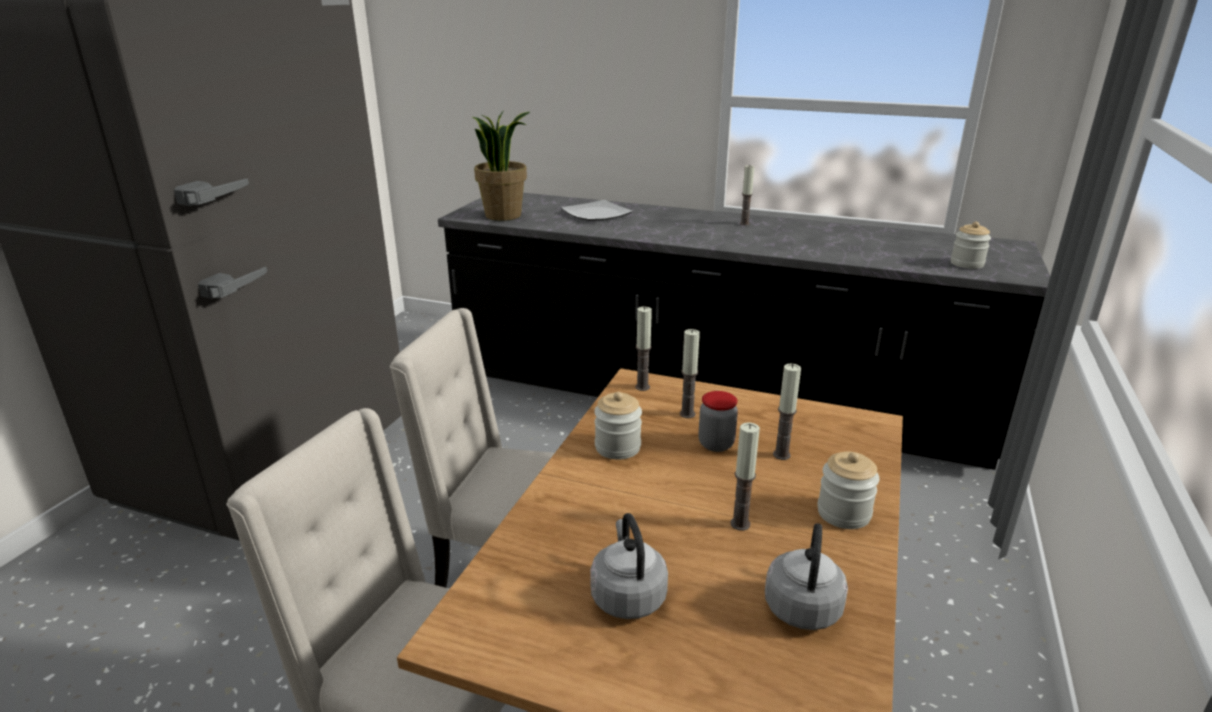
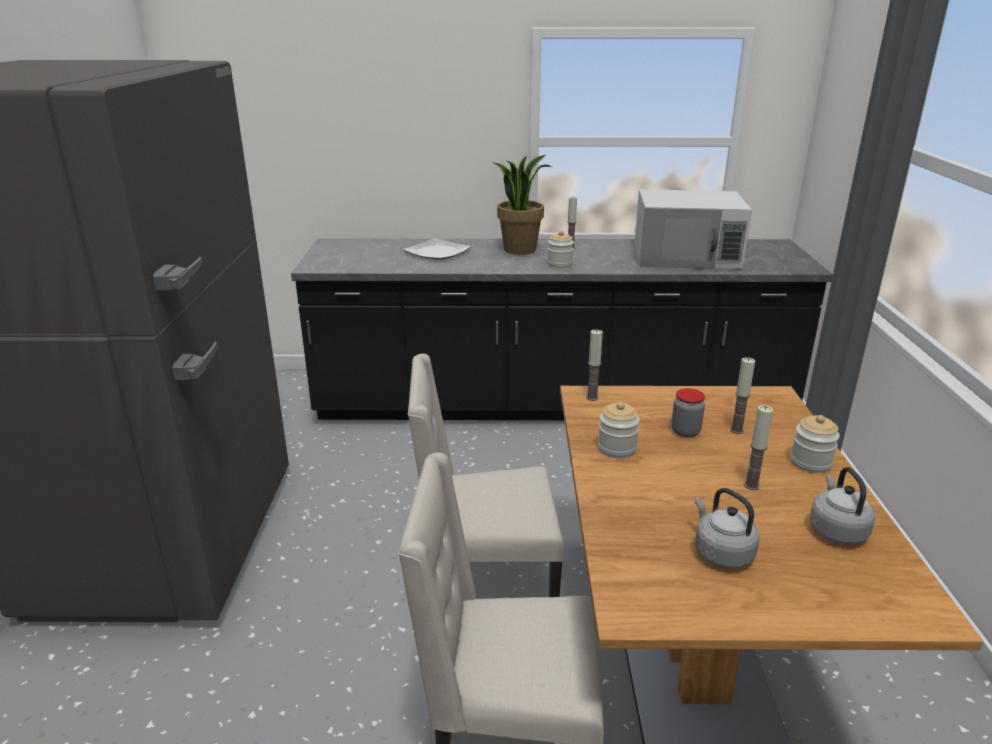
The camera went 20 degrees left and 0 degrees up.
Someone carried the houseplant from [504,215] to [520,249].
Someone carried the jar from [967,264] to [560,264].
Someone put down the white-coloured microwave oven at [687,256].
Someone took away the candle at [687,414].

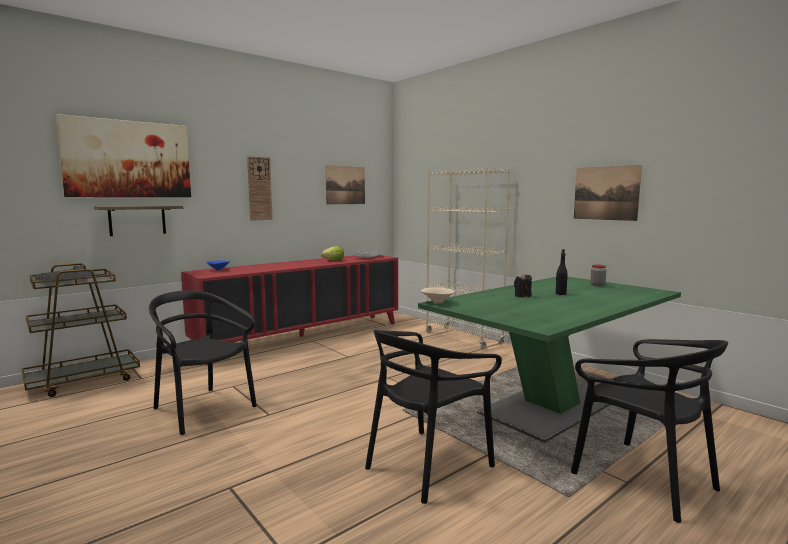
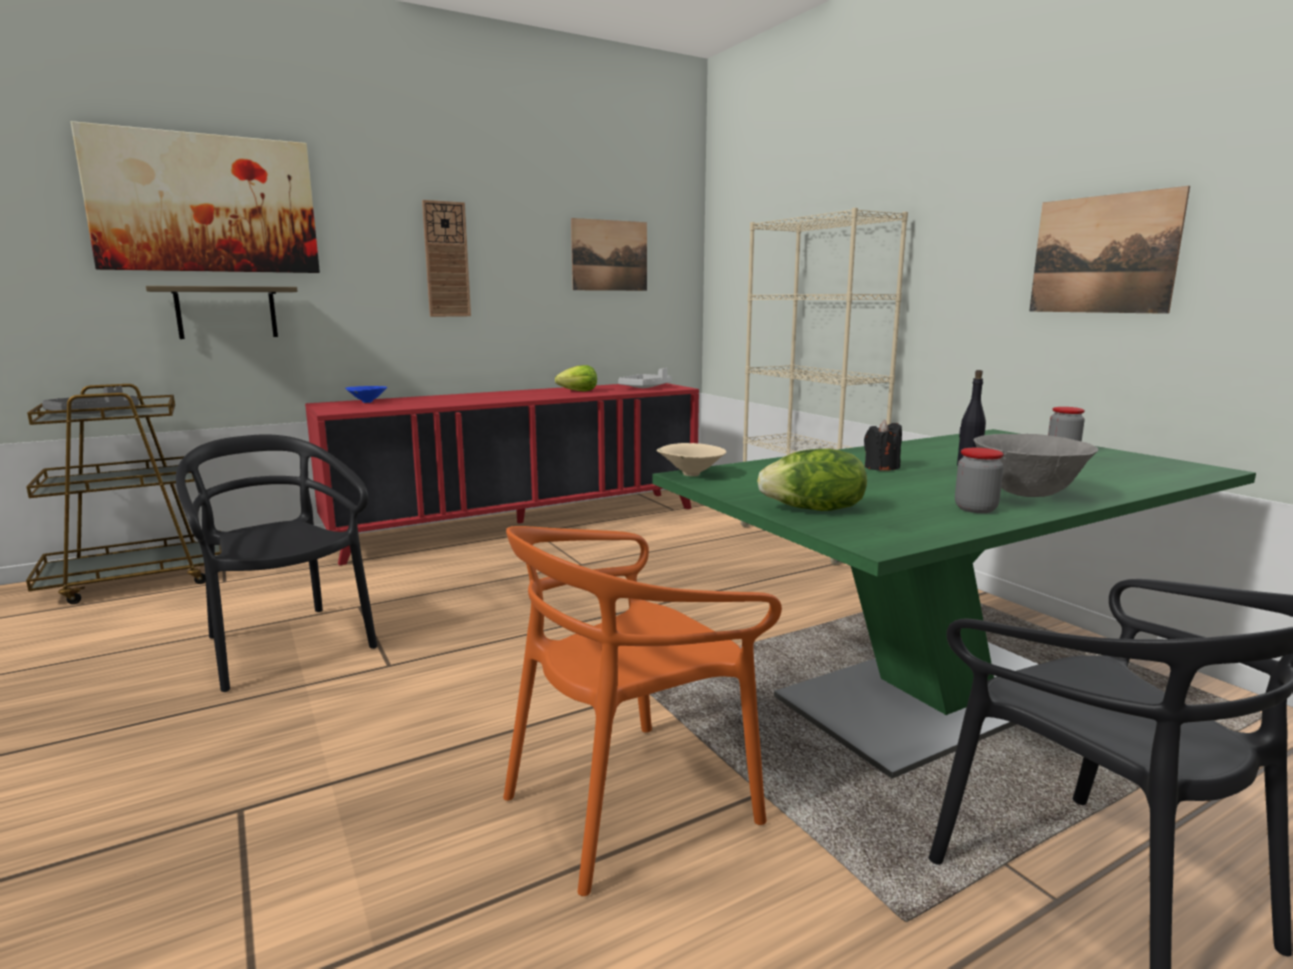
The camera went 10 degrees right and 5 degrees up.
Someone repainted the black upright chair at [428,464], which became the orange upright chair at [630,803].
Someone put down the lettuce at [814,510].
Someone put down the jar at [975,509].
Someone put down the grey deep dish at [1027,494].

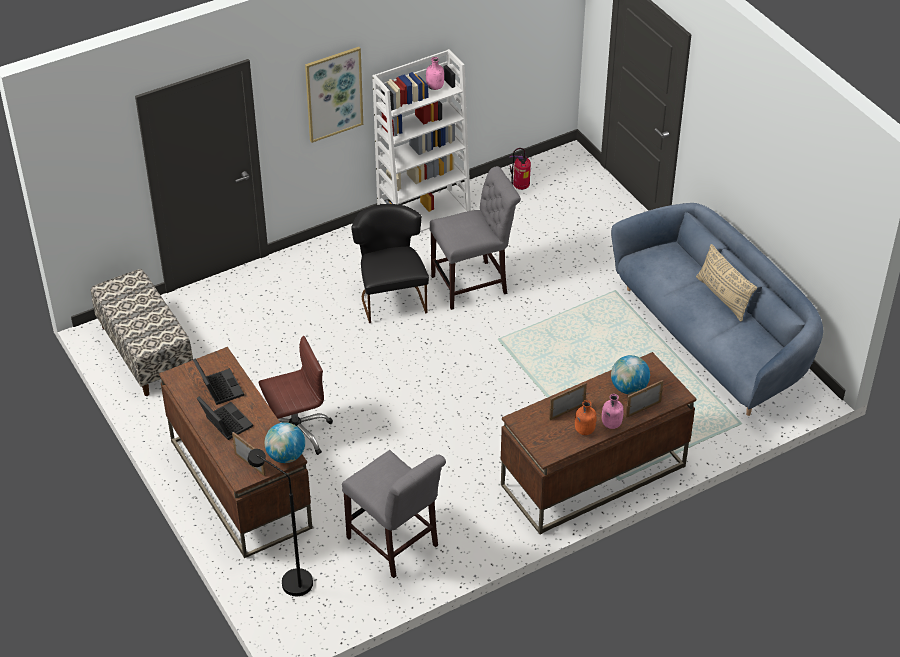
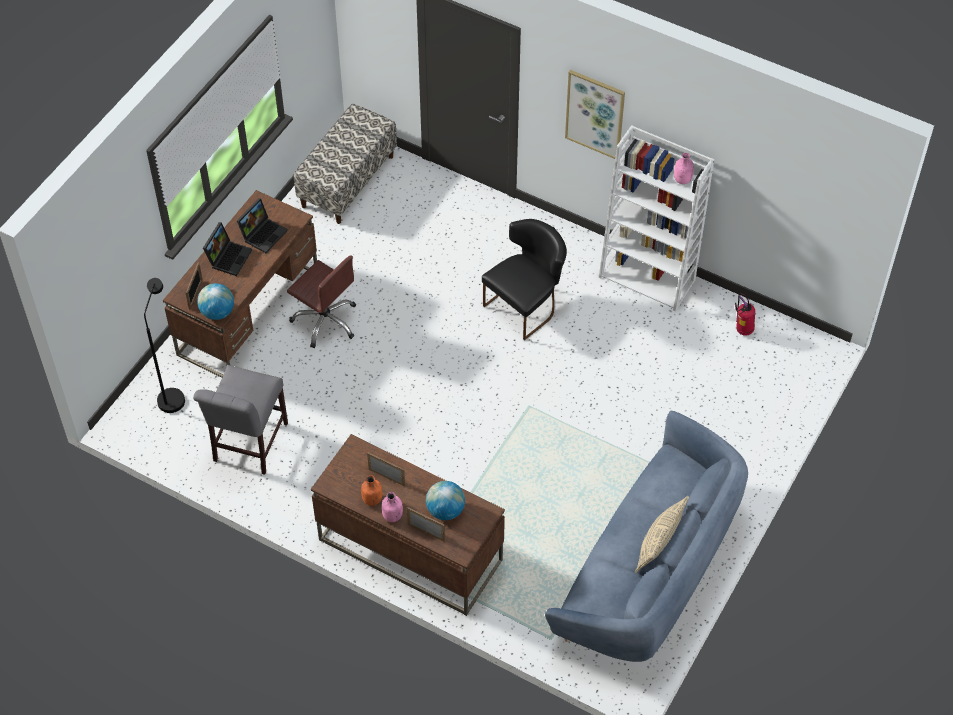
The camera went 60 degrees right and 10 degrees up.
Someone took away the grey upright chair at [473,284].

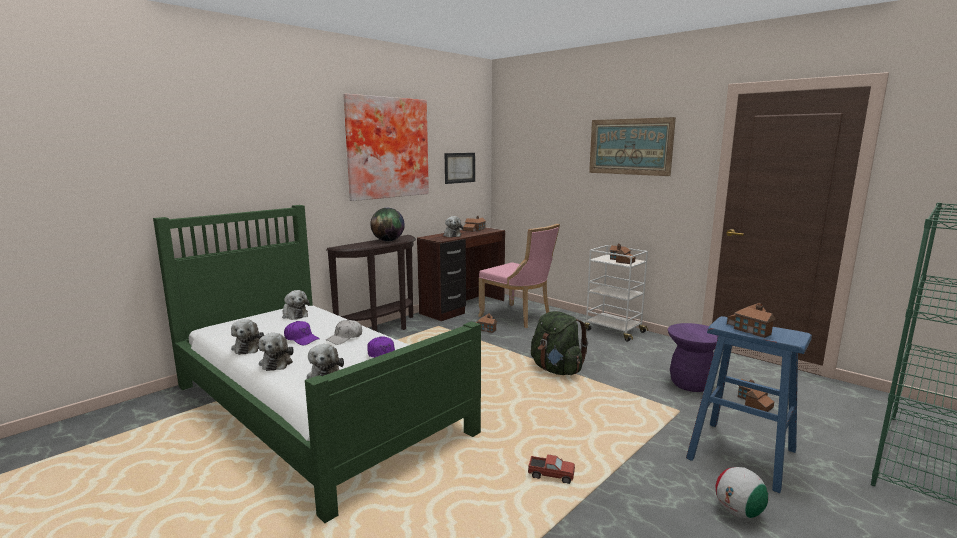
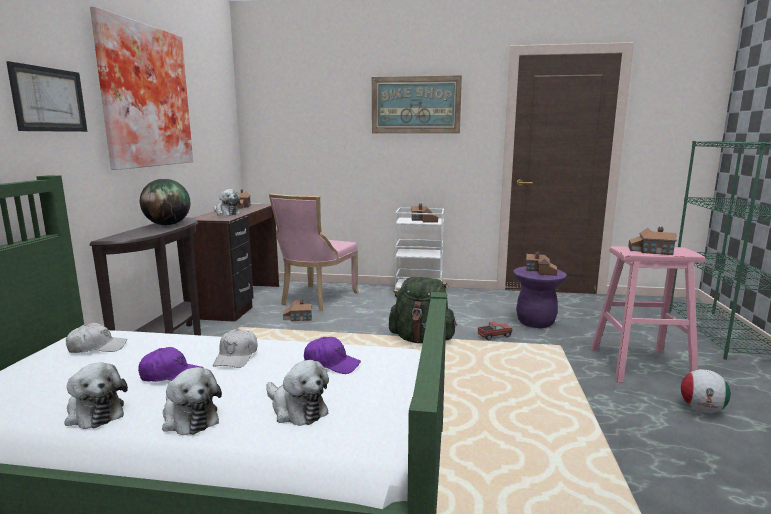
The camera went 35 degrees left and 0 degrees up.
Someone carried the wall picture from [459,167] to [49,99].
Someone swapped the soft toy at [294,315] for the white-coloured peaked cap at [97,347].
Someone rotated the pink upright chair at [518,317] by 105 degrees clockwise.
Someone carried the toy lorry from [551,476] to [494,336].
Someone carried the model house from [753,403] to [541,271].
Someone repainted the blue-coloured stool at [742,454], which became the pink stool at [640,365].

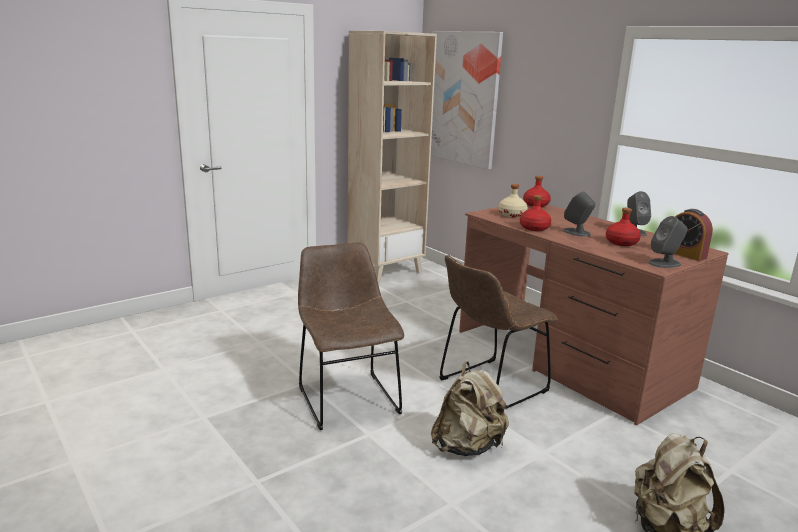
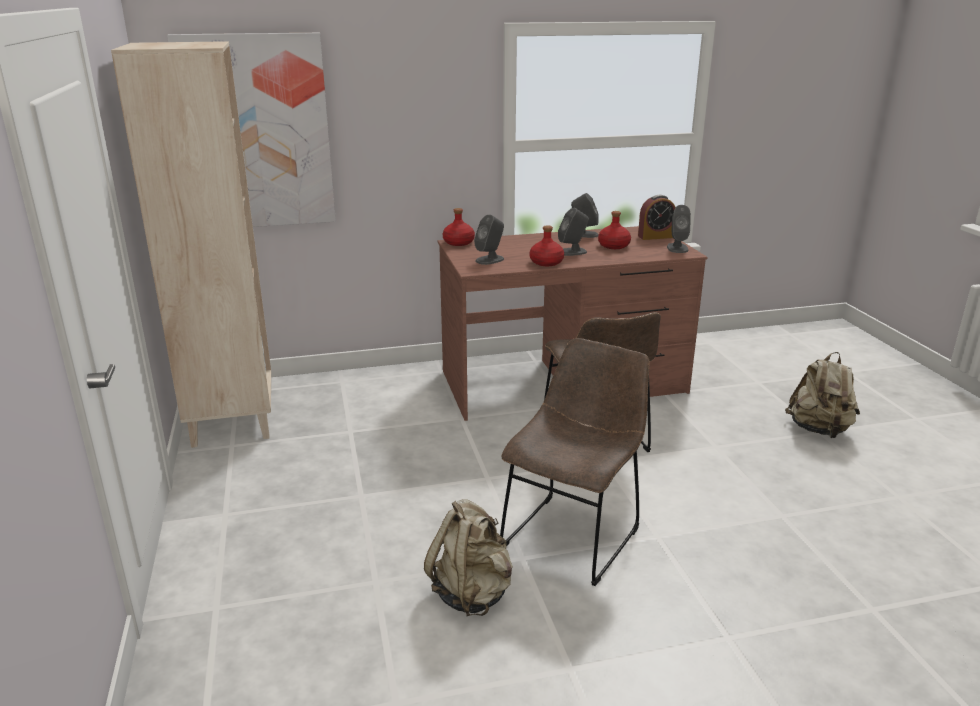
The camera went 65 degrees left and 5 degrees up.
Someone carried the beige-coloured rucksack from [468,446] to [472,593].
Someone swapped the beige-coloured bottle at [512,215] for the grey audio speaker at [490,260].
Someone rotated the brownish upright chair at [346,397] by 120 degrees clockwise.

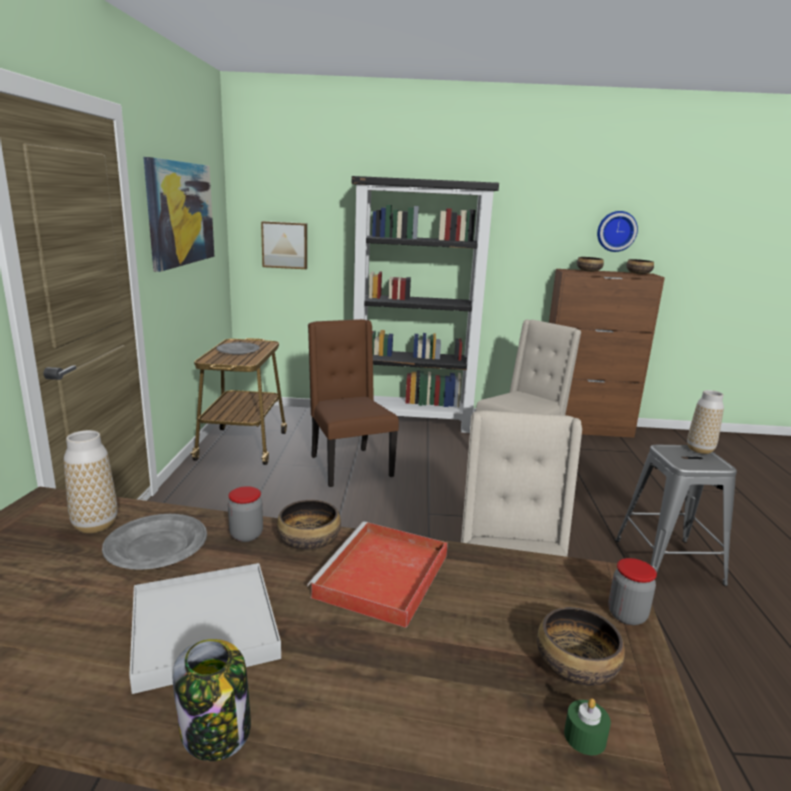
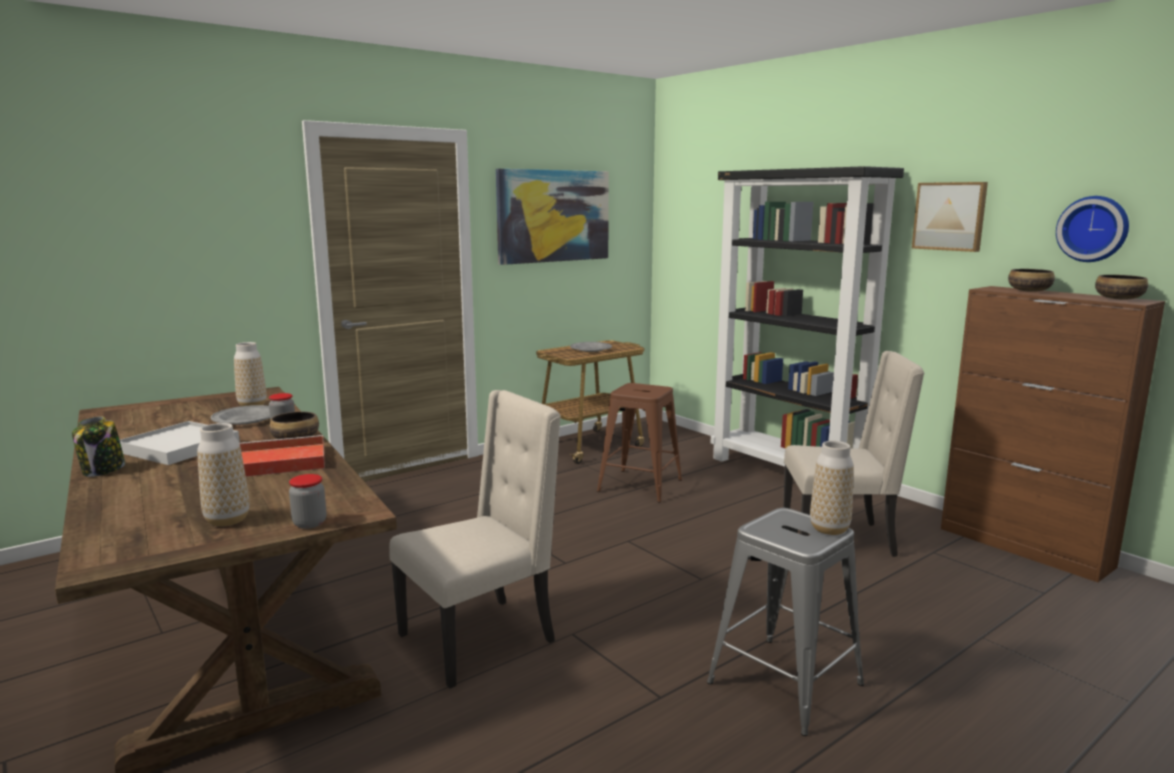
The camera went 50 degrees right and 5 degrees down.
Someone swapped the deep dish at [574,666] for the decorative vase at [227,520].
Someone swapped the brownish upright chair at [348,466] for the brownish stool at [639,486].
Someone carried the wall picture from [285,245] to [950,216].
Someone took away the greenish candle at [585,737].

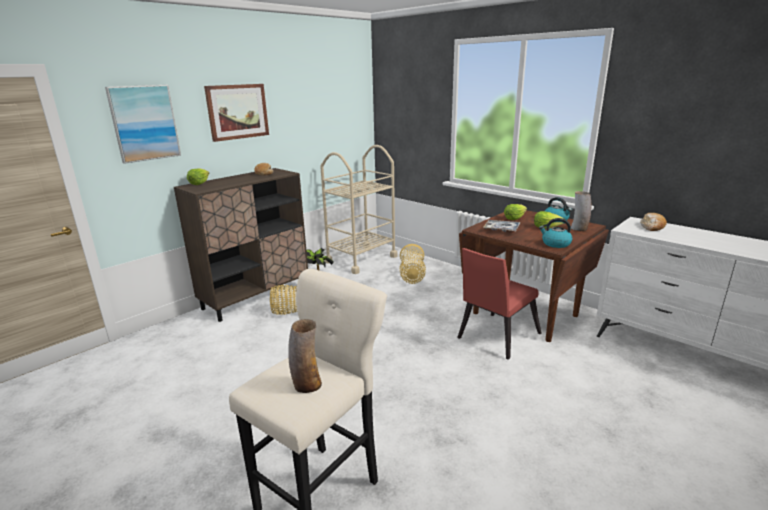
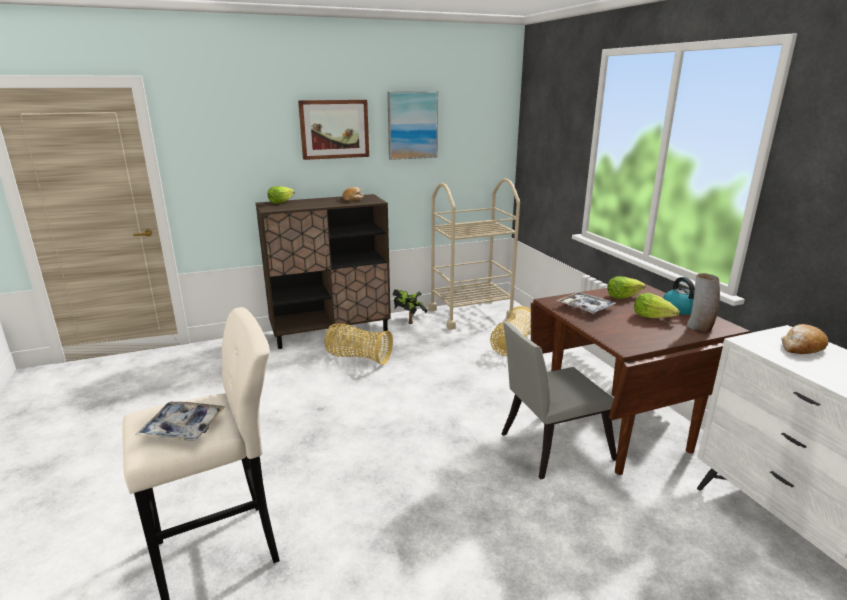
The camera went 25 degrees right and 0 degrees up.
Someone swapped the decorative vase at [307,385] for the carrying tray at [183,427].
Someone carried the wall picture from [144,123] to [412,125].
Someone repainted the red-coloured upright chair at [495,337], which became the grey upright chair at [549,447].
Someone took away the tea kettle at [555,244].

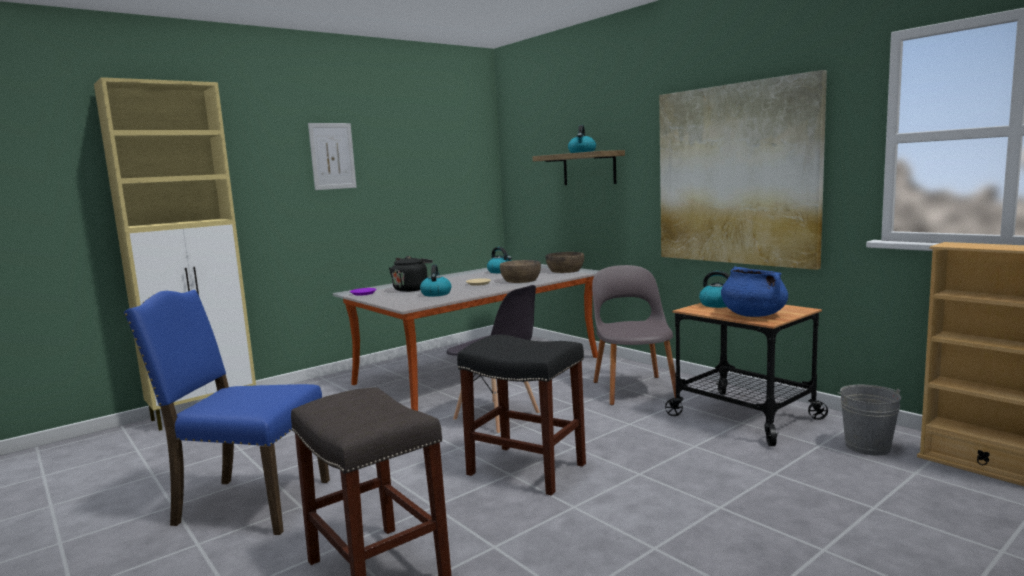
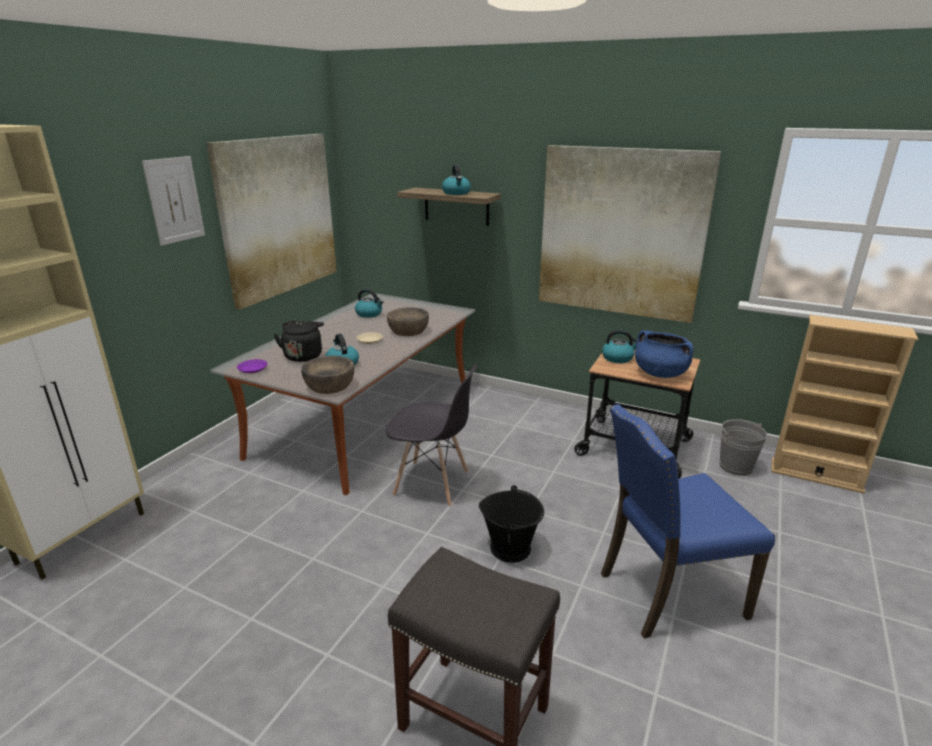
The camera went 25 degrees left and 15 degrees up.
Someone put up the wall picture at [278,216].
Someone carried the brownish deep dish from [565,270] to [329,385].
Someone swapped the black stool at [528,469] for the black bucket at [511,548].
Someone carried the blue-coloured upright chair from [248,503] to [667,593].
Someone took away the grey upright chair at [634,389].

